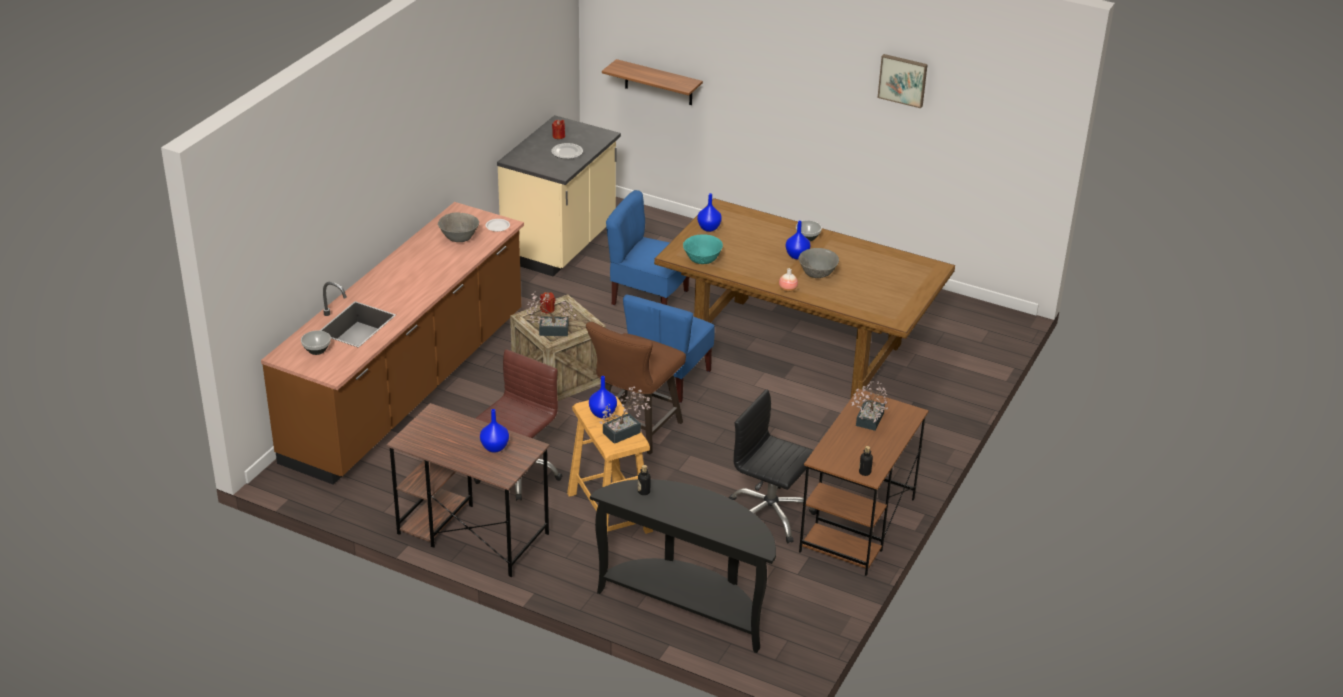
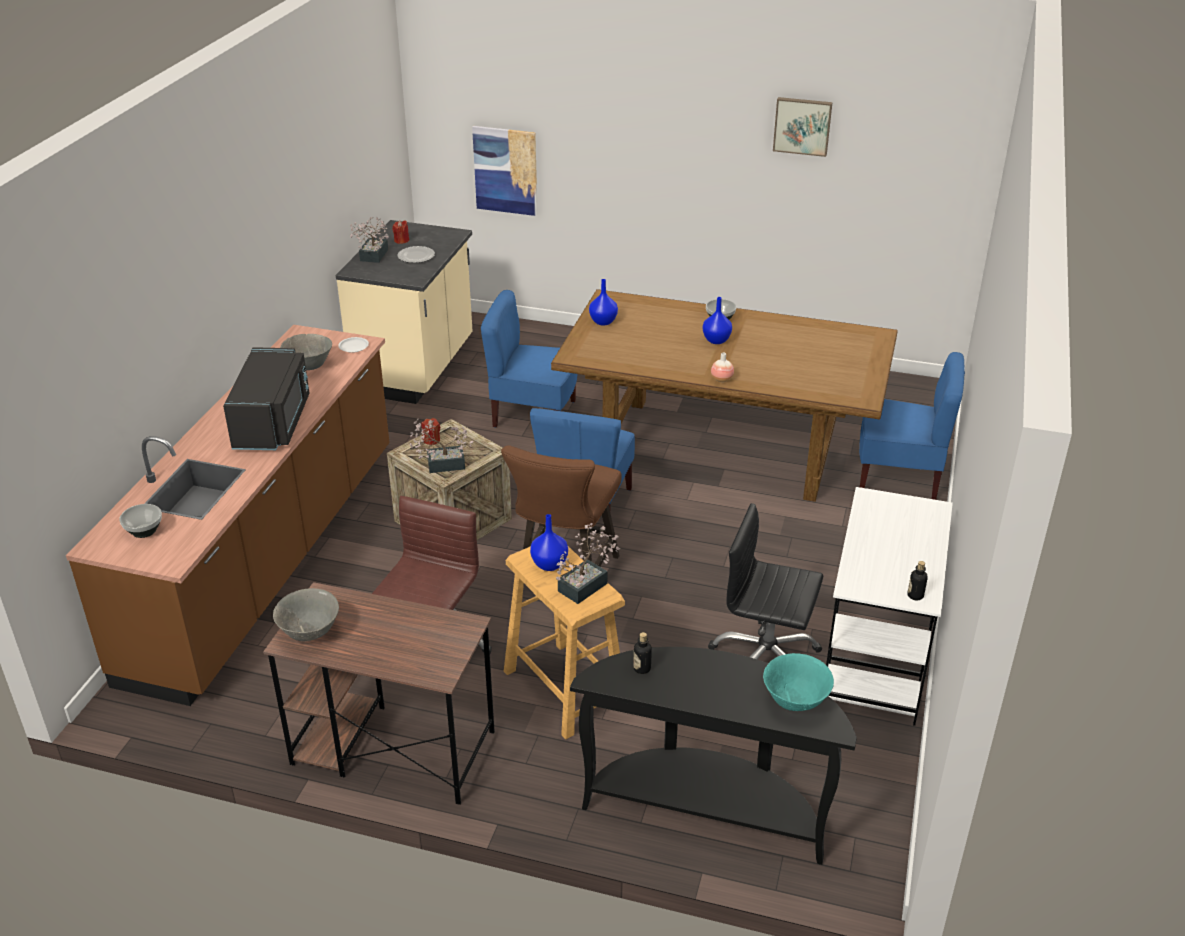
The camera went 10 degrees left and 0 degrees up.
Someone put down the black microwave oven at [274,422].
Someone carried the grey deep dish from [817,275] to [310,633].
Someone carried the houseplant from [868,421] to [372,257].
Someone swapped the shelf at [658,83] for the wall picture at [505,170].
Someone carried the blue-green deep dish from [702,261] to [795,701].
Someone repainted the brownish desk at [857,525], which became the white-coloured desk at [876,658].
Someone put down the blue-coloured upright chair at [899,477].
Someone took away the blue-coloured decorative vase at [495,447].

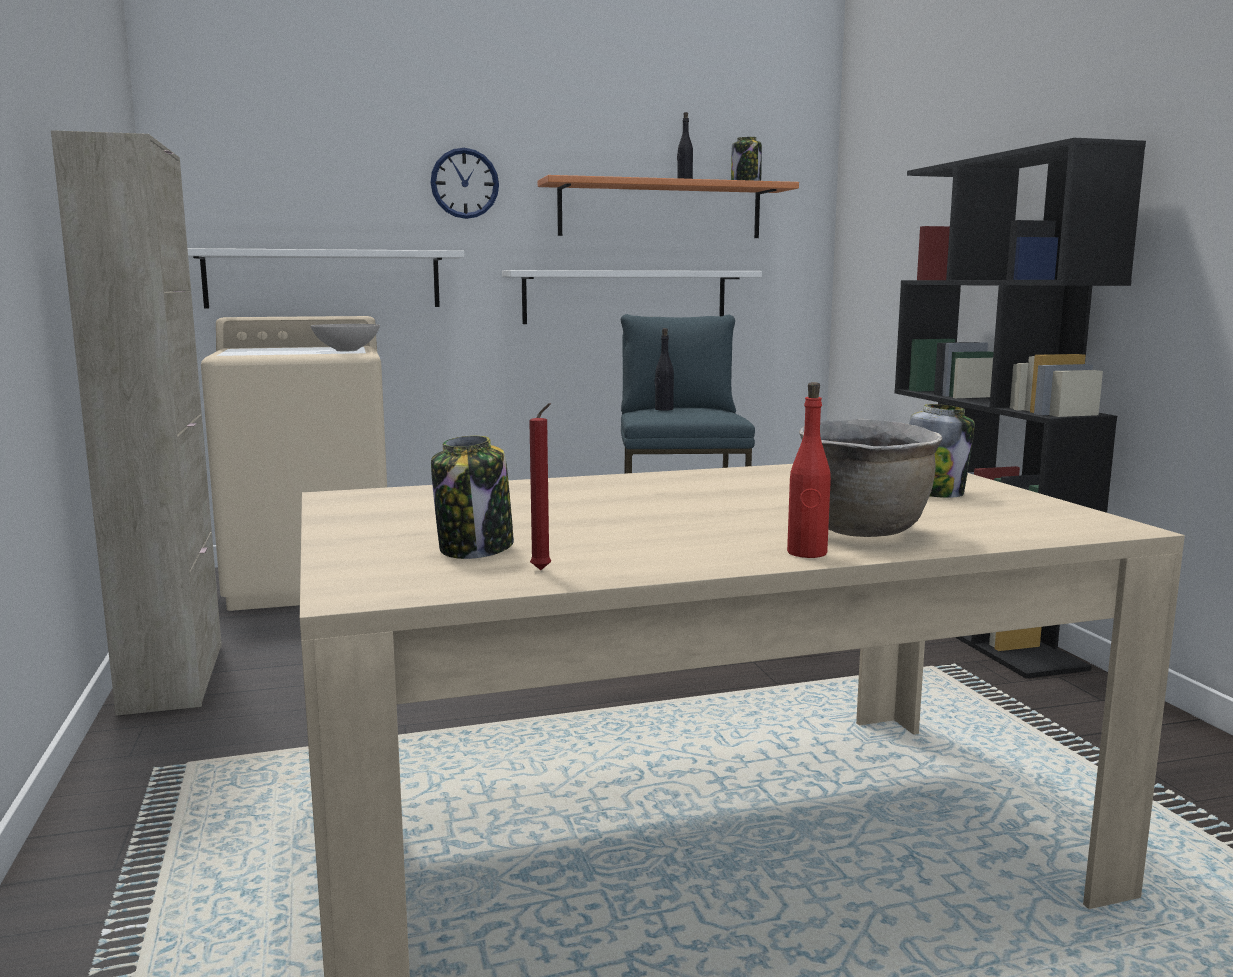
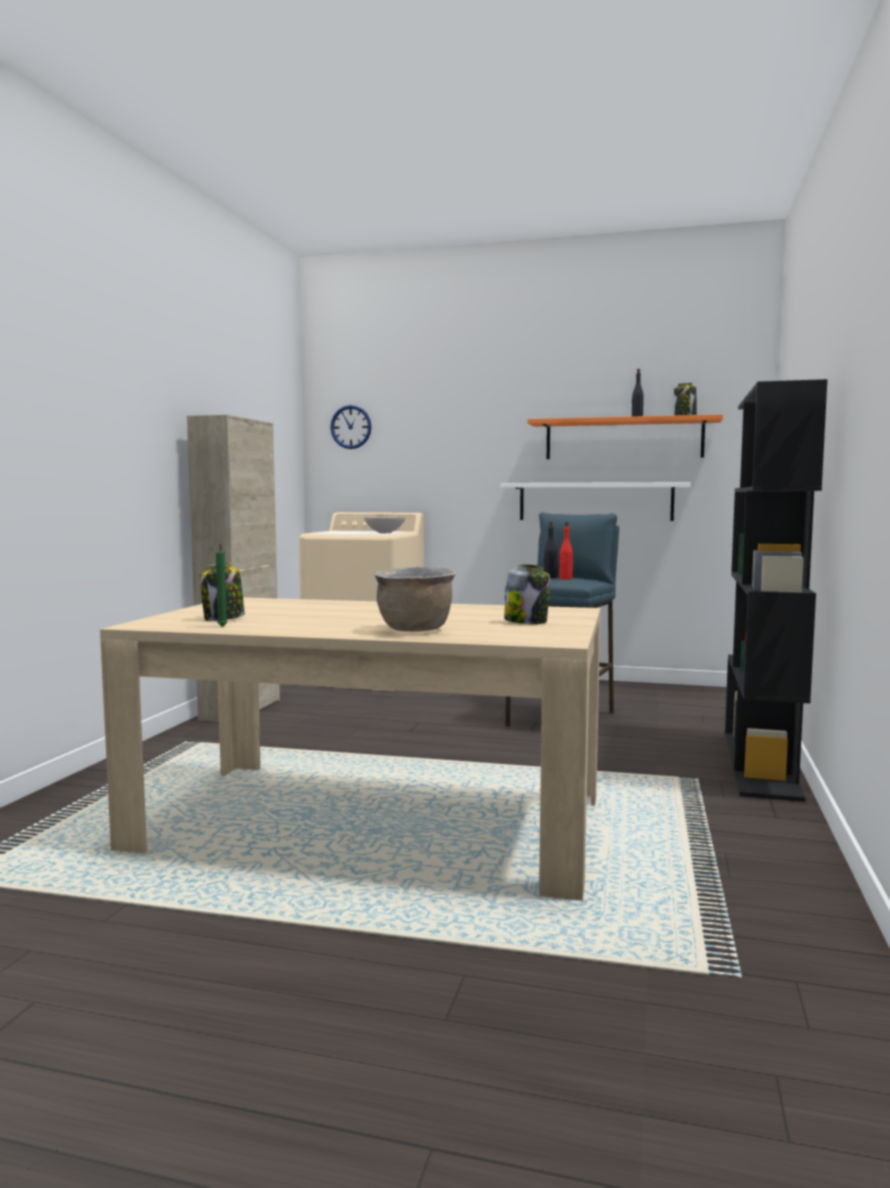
The camera went 30 degrees right and 5 degrees down.
Someone repainted the red-coloured candle at [543,571], which became the greenish candle at [222,627].
Someone carried the hanging clock from [464,183] to [351,427].
Someone carried the red-coloured bottle from [807,553] to [565,578].
Someone took away the white-coloured shelf at [323,279].

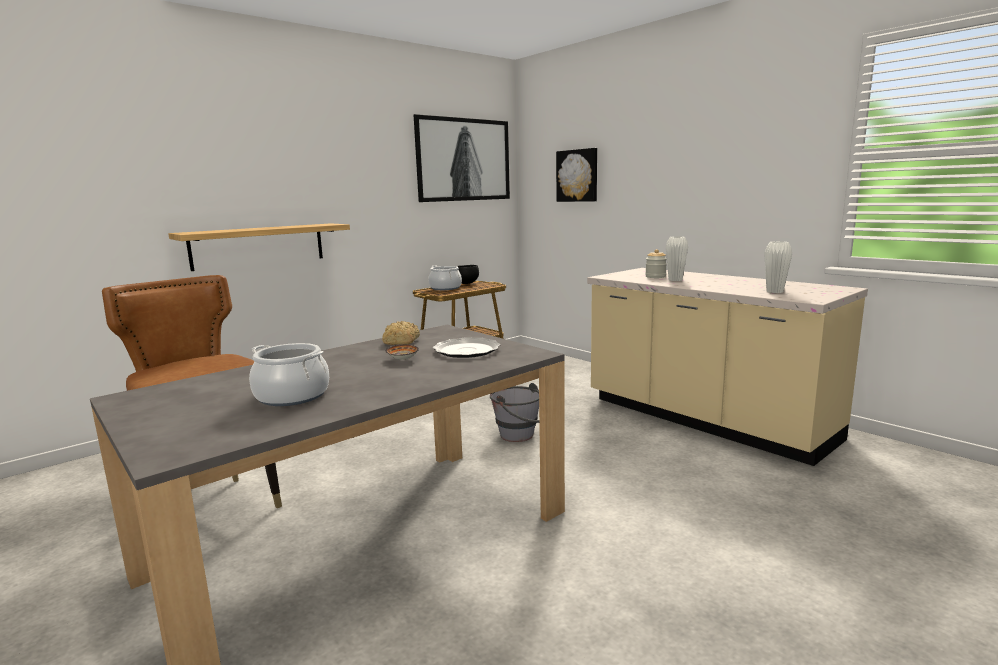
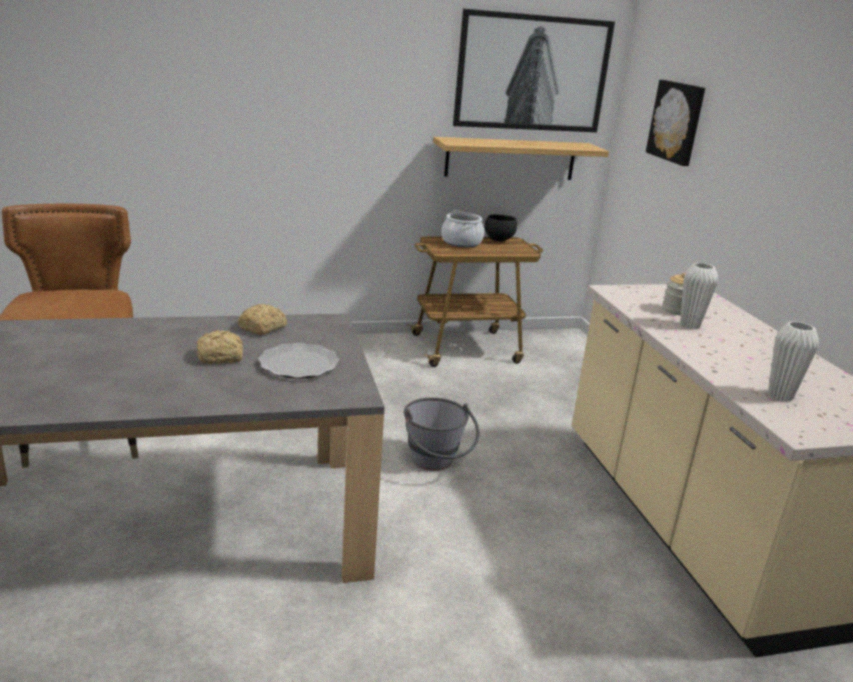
The camera went 25 degrees right and 10 degrees up.
Someone swapped the deep dish at [402,359] for the bakery bread at [222,357].
Someone carried the shelf from [258,246] to [510,159].
Someone took away the cooking pot at [292,396].

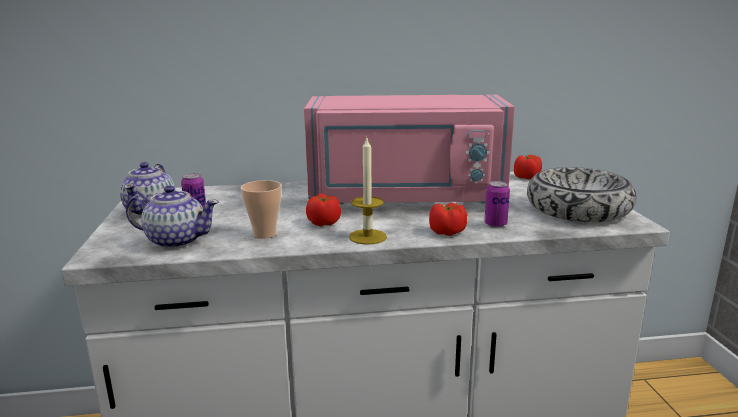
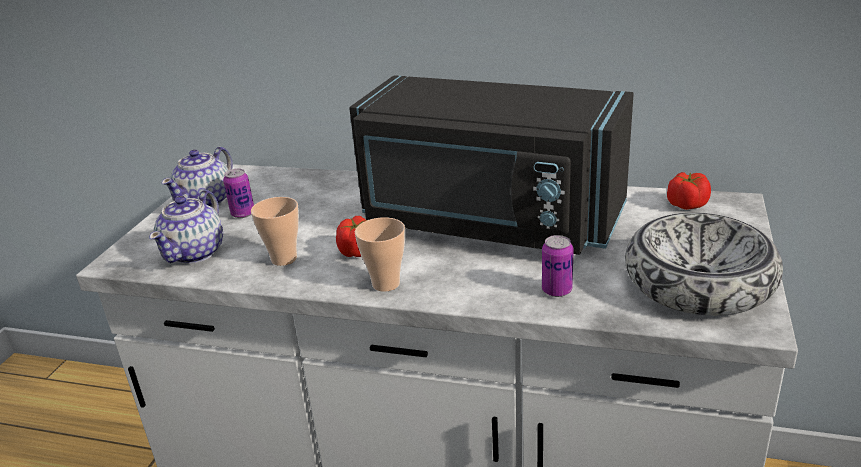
The camera went 25 degrees right and 10 degrees up.
Someone rotated the pot for tea at [176,240] by 75 degrees clockwise.
Someone repainted the pink microwave oven at [406,197], which became the black microwave oven at [488,221].
Someone swapped the candle at [367,237] for the cup at [386,284].
Someone took away the tomato at [447,232].

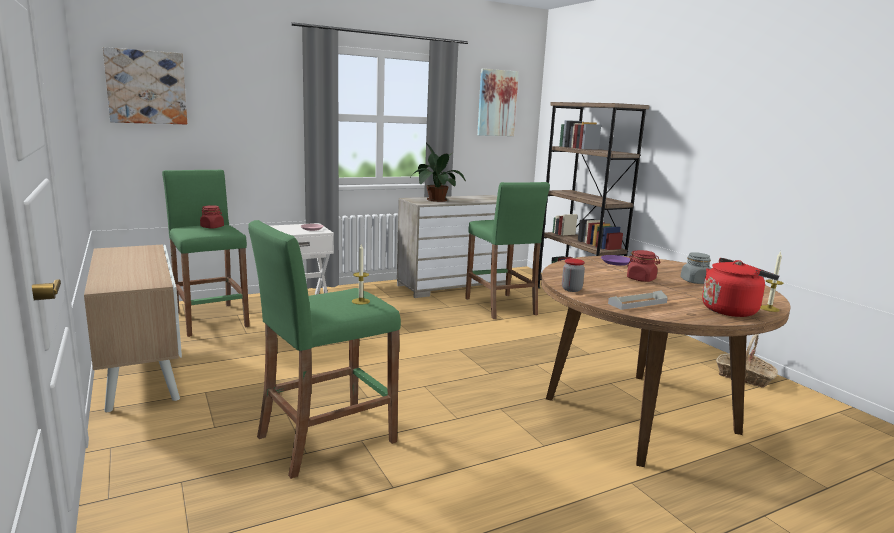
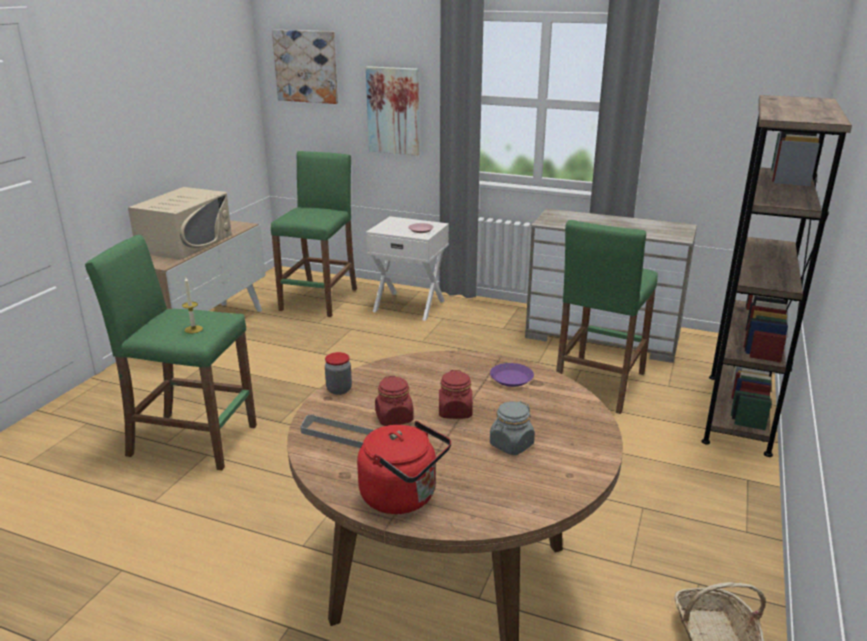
The camera went 50 degrees right and 10 degrees up.
Someone put down the beige-coloured microwave oven at [185,243].
Someone carried the wall picture from [496,103] to [393,111].
Someone carried the red-coloured jar from [212,227] to [394,418].
Someone took away the houseplant at [435,199].
Someone took away the candle at [769,308].

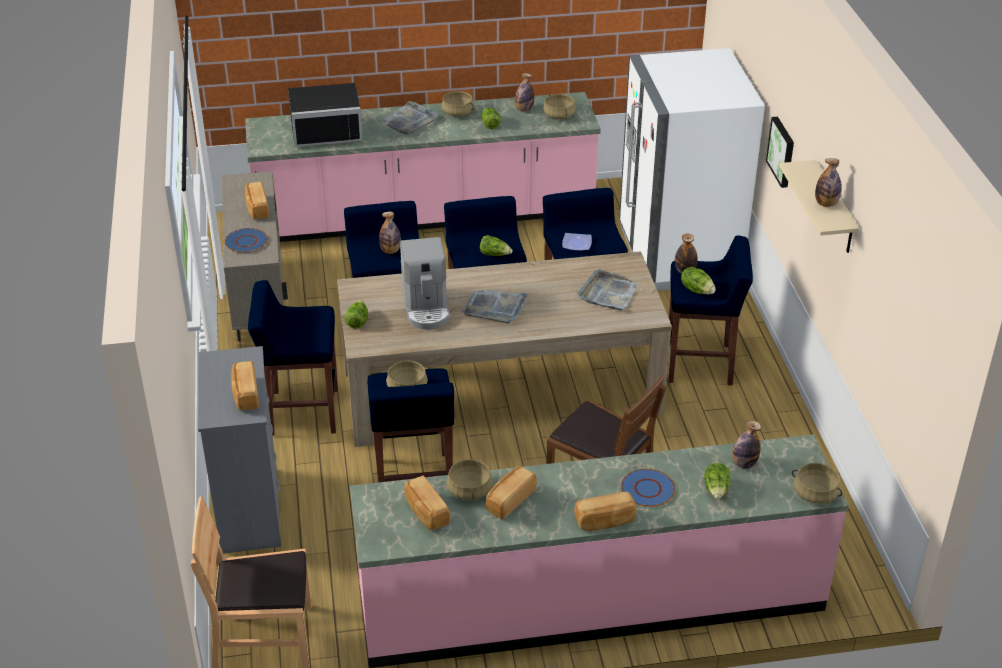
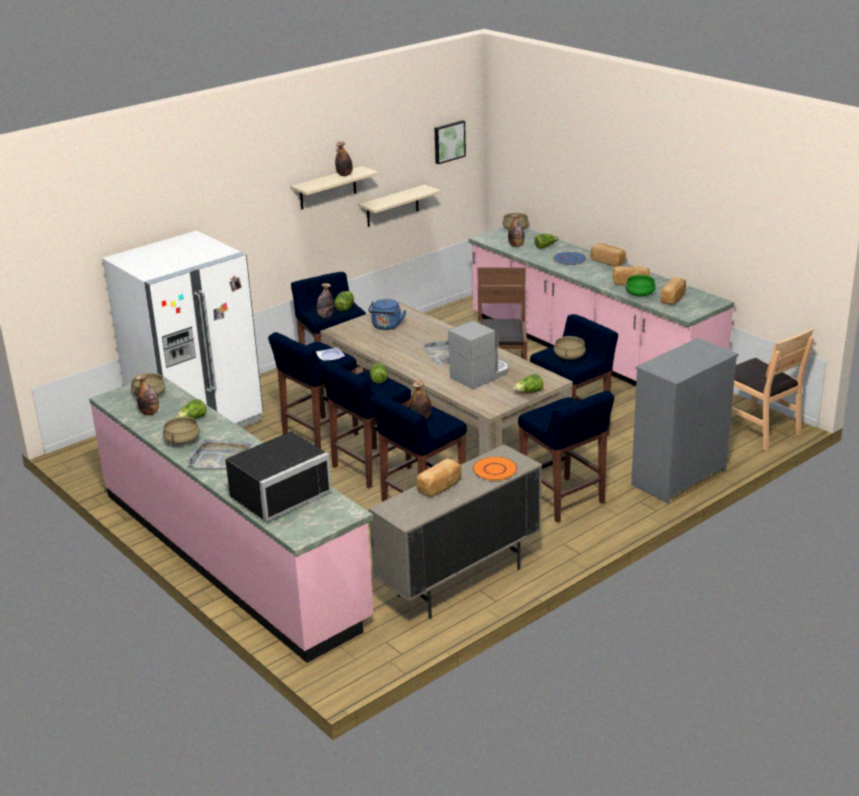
The camera went 120 degrees left and 10 degrees down.
Someone rotated the black microwave oven at [326,130] by 90 degrees clockwise.
Someone put up the beige-coloured shelf at [392,206].
Someone swapped the grey carrying tray at [608,293] for the blue-coloured tea kettle at [386,326].
Someone carried the wall picture from [782,151] to [448,141].
Someone repainted the blue-coloured plate at [246,241], which became the orange plate at [495,470].
Someone repainted the beige-coloured cooking pot at [470,490], which became the greenish cooking pot at [640,294].
Someone took away the bakery bread at [245,395].

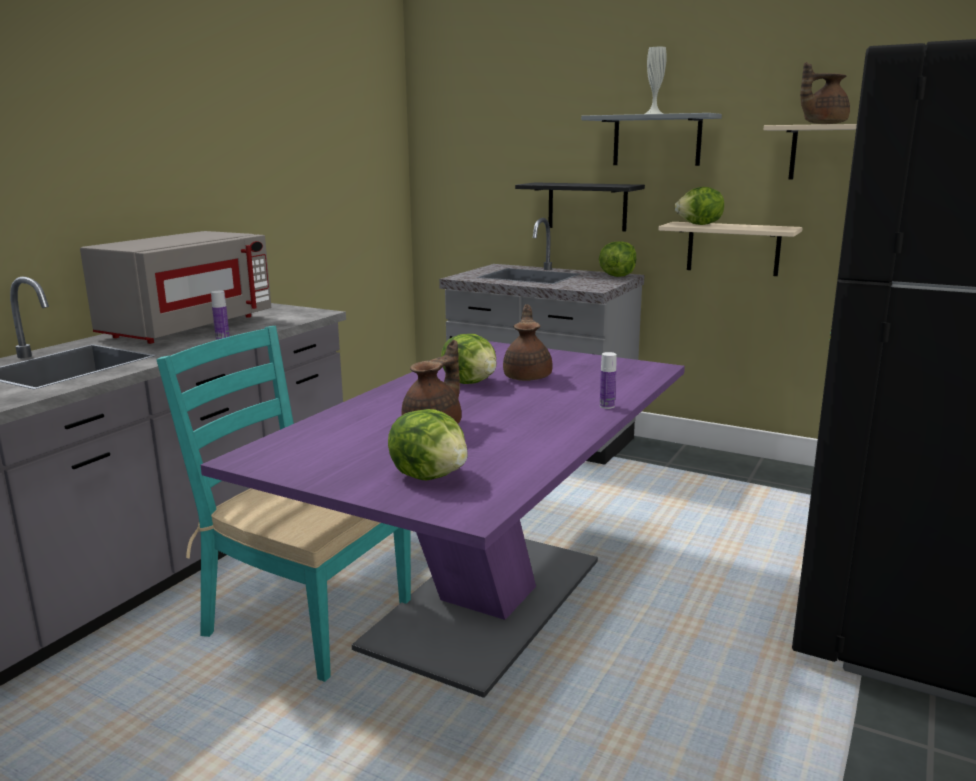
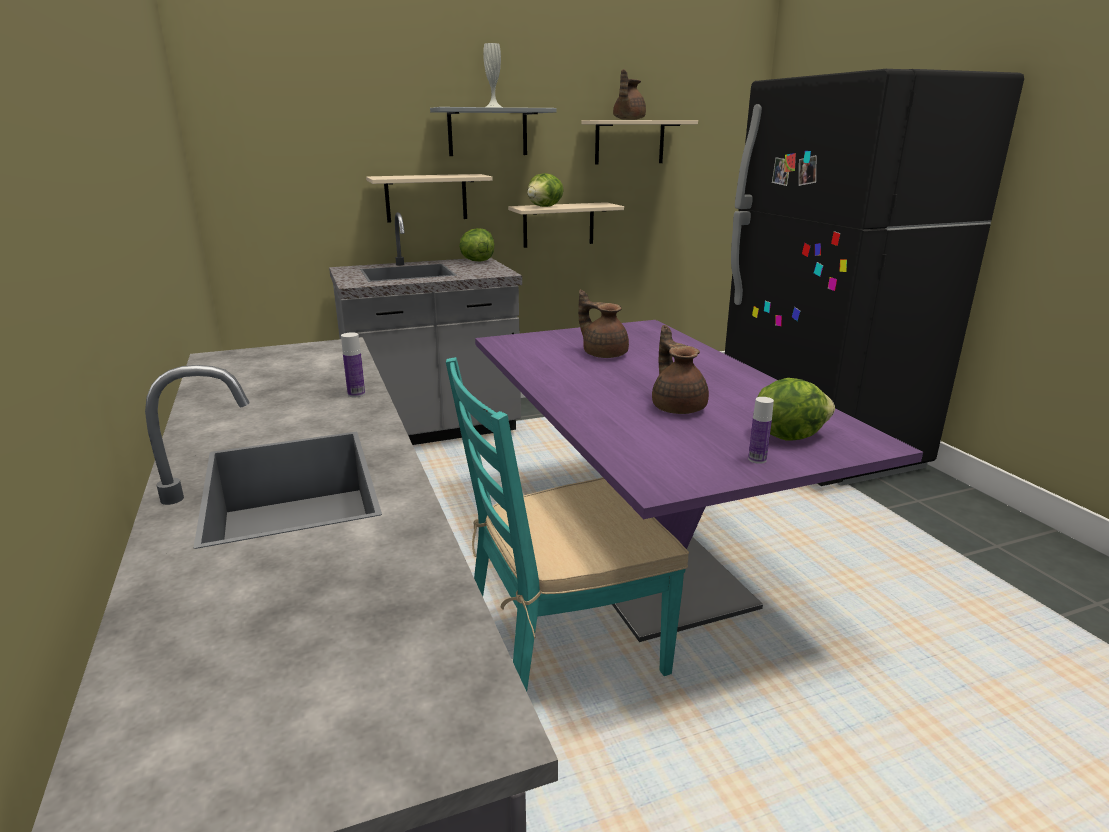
The camera went 50 degrees left and 5 degrees up.
Someone repainted the black shelf at [587,206], which became the beige-coloured shelf at [426,198].
Someone carried the bottle from [607,406] to [757,459].
Someone took away the grey microwave oven at [187,328].
Someone took away the lettuce at [470,382].

